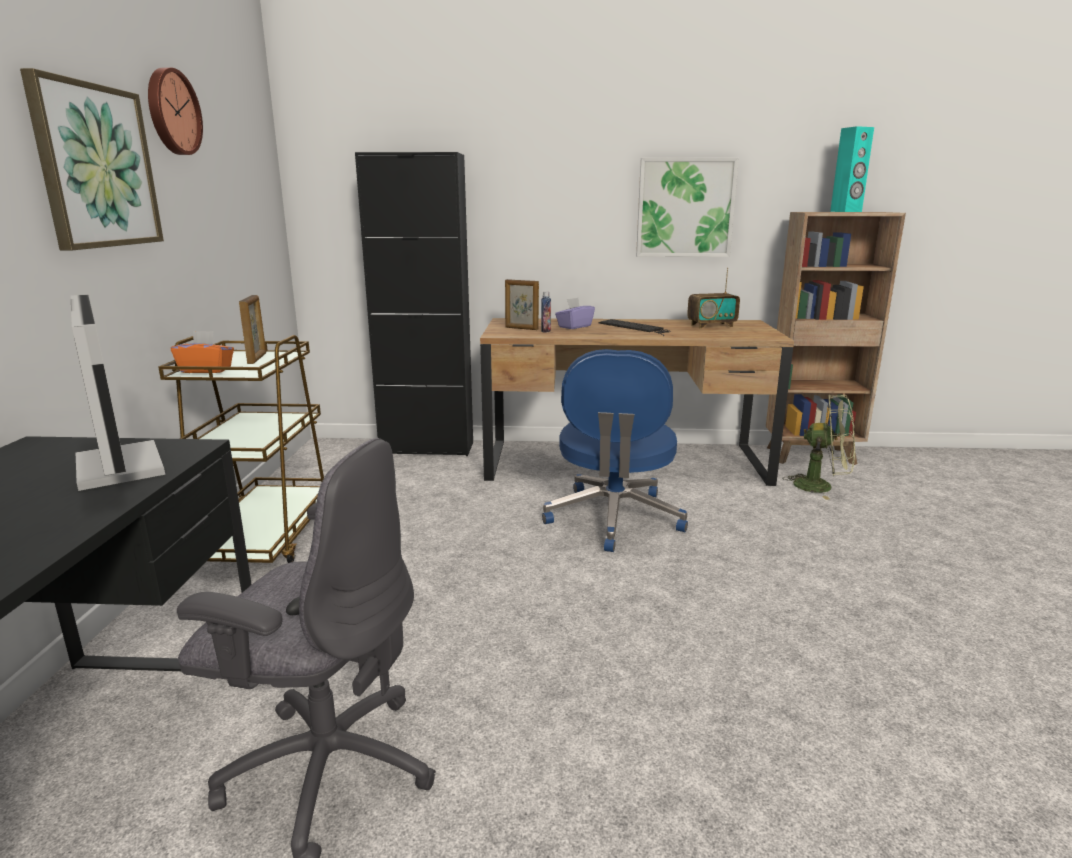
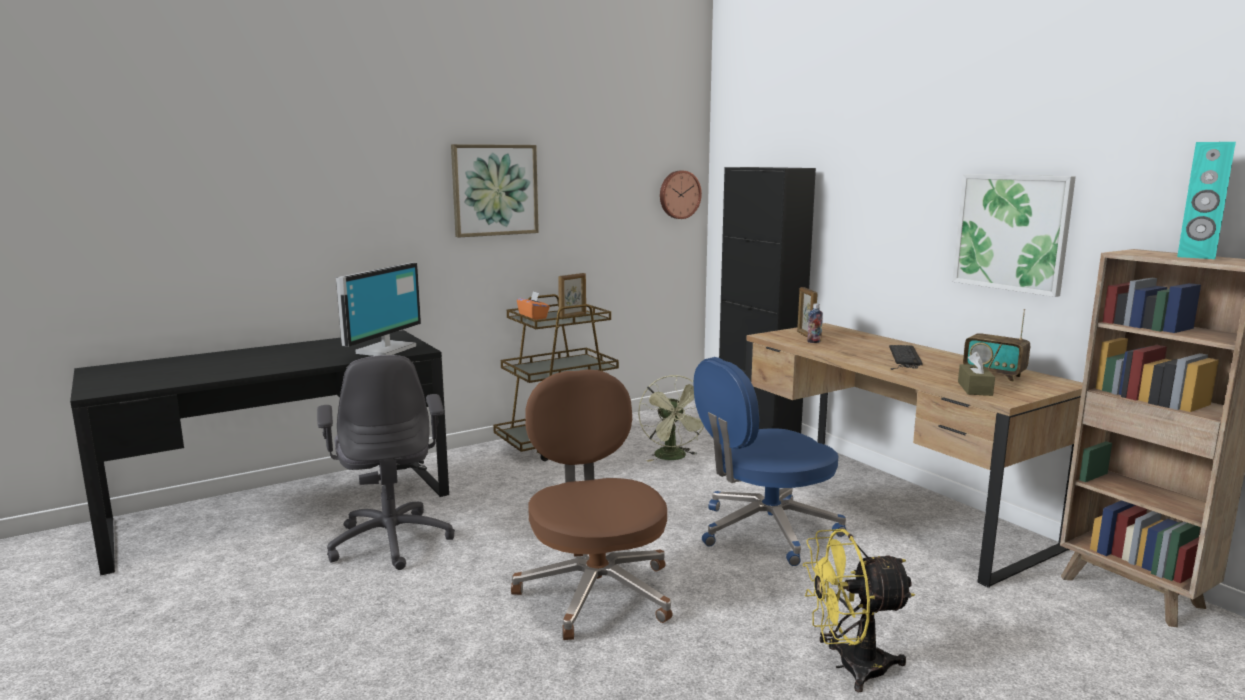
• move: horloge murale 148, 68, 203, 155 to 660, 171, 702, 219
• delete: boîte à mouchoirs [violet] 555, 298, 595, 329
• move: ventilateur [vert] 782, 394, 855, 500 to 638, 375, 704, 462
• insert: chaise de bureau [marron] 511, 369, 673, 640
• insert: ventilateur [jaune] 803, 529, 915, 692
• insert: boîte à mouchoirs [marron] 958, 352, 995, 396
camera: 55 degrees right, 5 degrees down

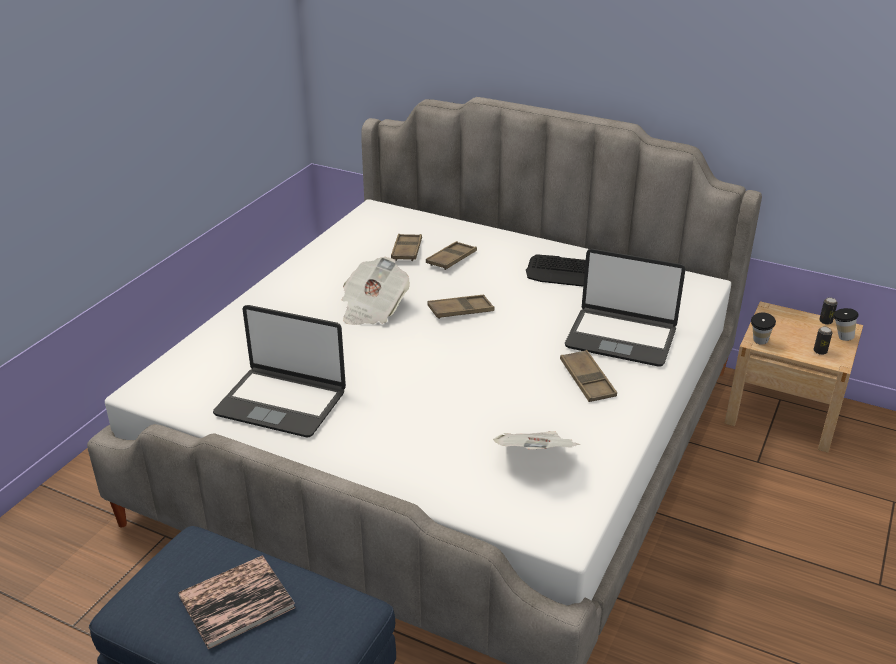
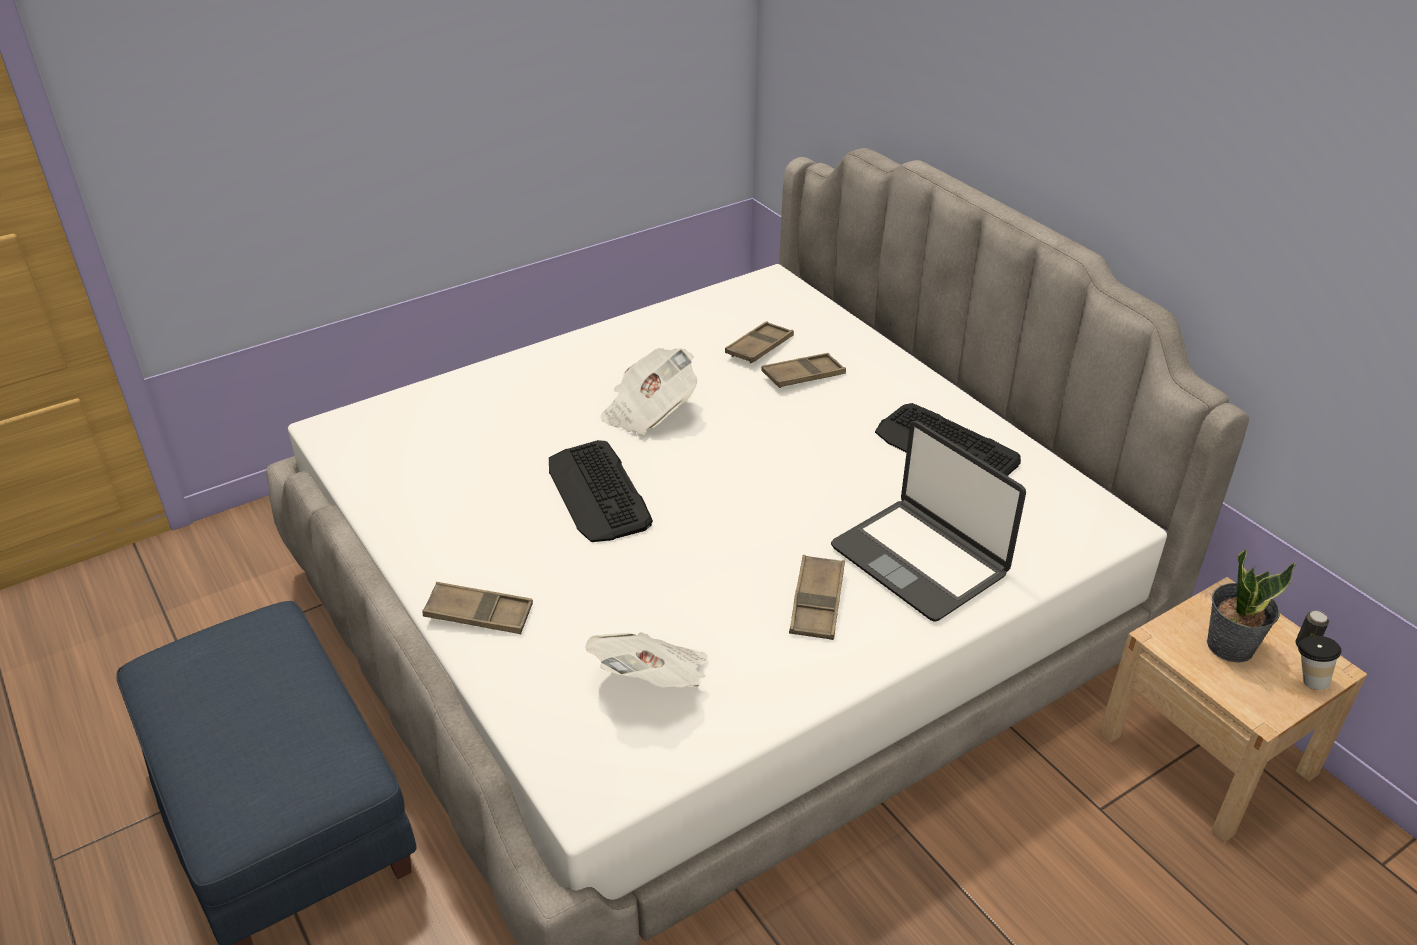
• delete: livre 178, 555, 295, 649
• delete: ordinateur portable 213, 305, 346, 437
• move: plateau [marron] 427, 295, 495, 319 to 422, 582, 533, 634
• delete: tasse 751, 312, 776, 345
• delete: boîte métallique 814, 327, 833, 355
• insert: clavier 549, 440, 653, 542
• insert: plante en pot 1207, 549, 1296, 663
camera: 30 degrees right, 5 degrees up

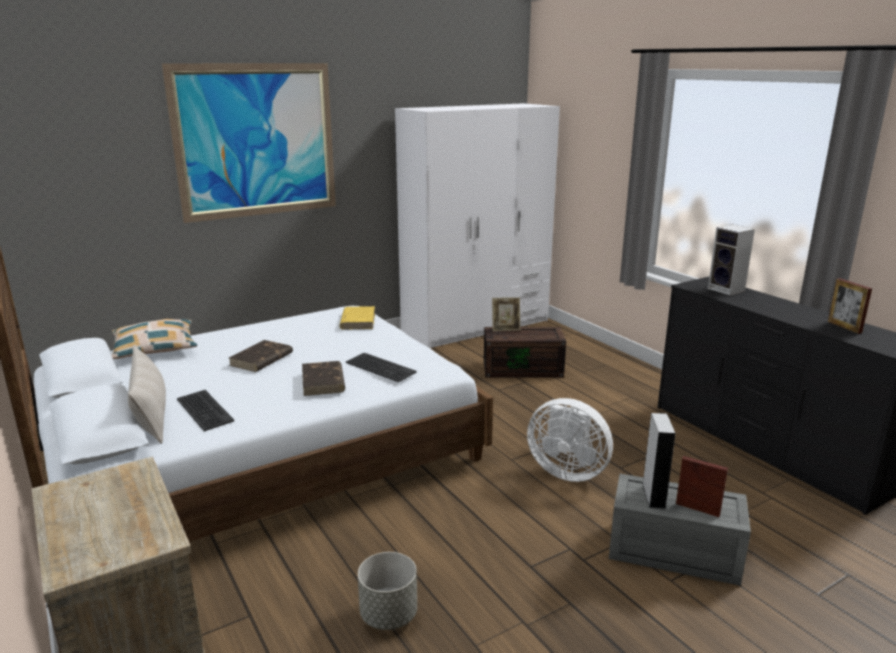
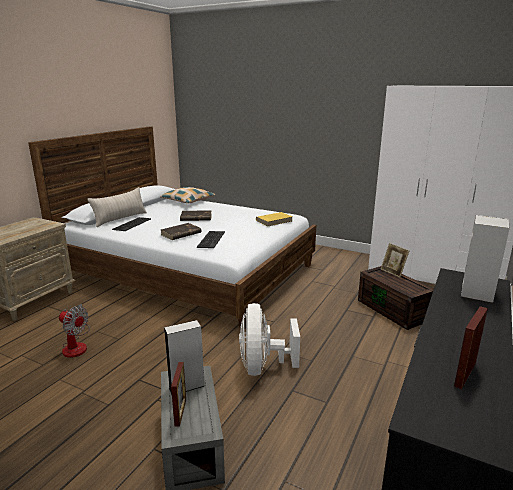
• delete: tableau 162, 63, 336, 223
• replace: cache-pot [gris] 358, 552, 417, 630 to ventilateur 59, 304, 90, 358
camera: 60 degrees right, 0 degrees up

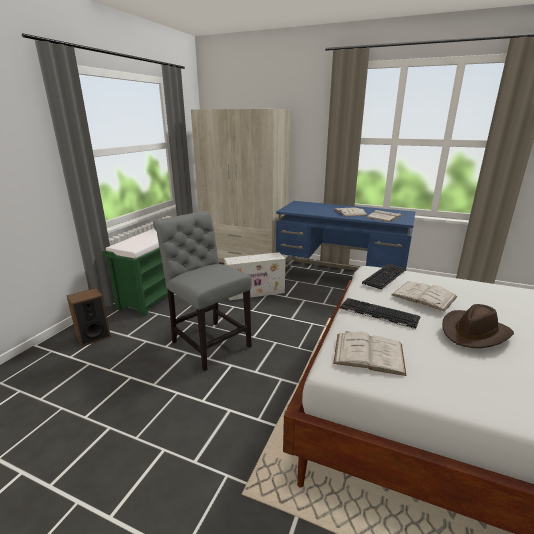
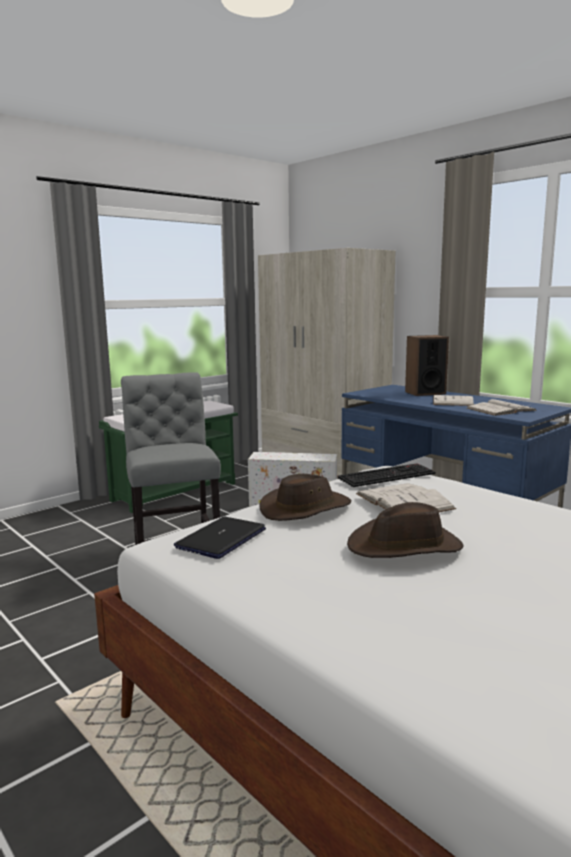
• move: enceinte 67, 288, 111, 347 to 405, 335, 449, 396
• replace: livre [blanc] 333, 331, 406, 376 to ordinateur portable 174, 517, 266, 559
• replace: clavier 340, 298, 421, 329 to chapeau [marron] 259, 474, 351, 521
camera: 25 degrees right, 10 degrees down

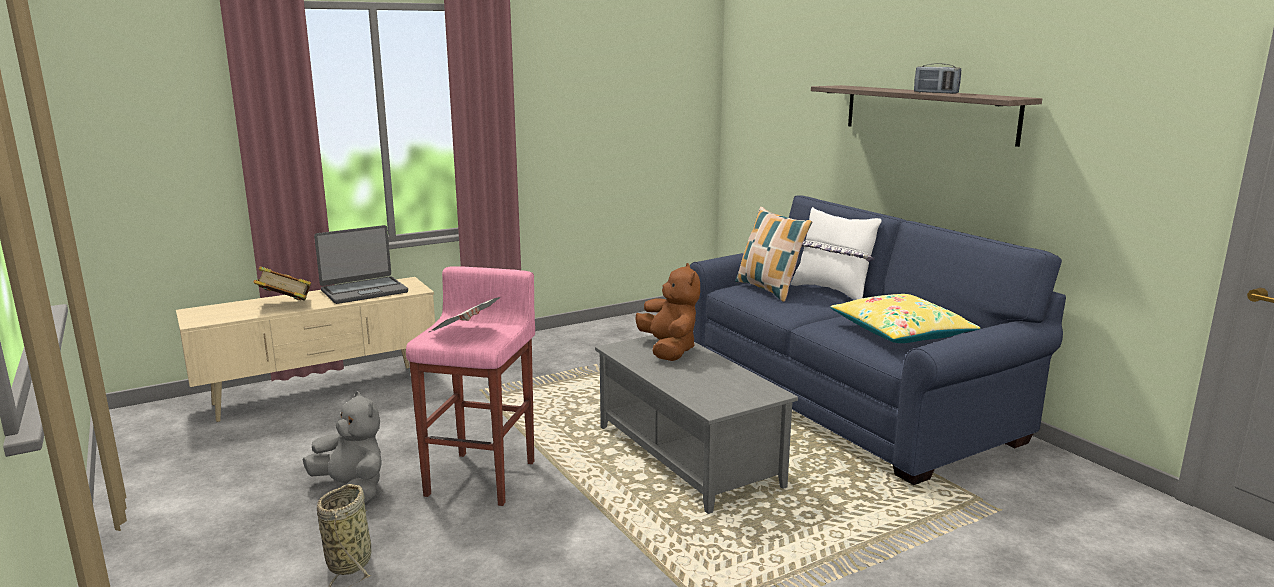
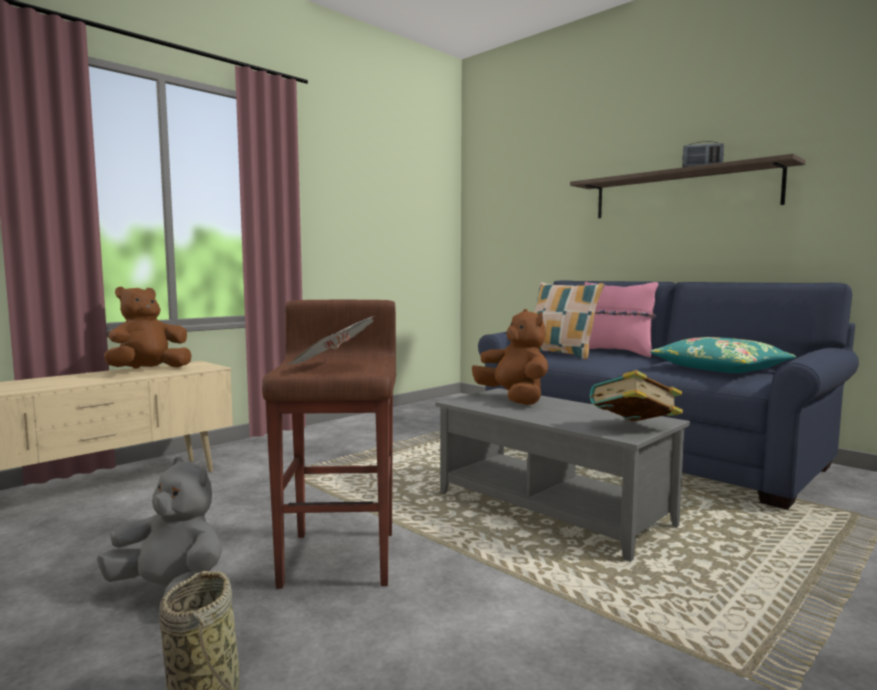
• move: livre 253, 266, 311, 301 to 590, 370, 683, 421
• replace: ordinateur portable 314, 225, 408, 304 to peluche [marron] 104, 287, 192, 368
• recolor: tabouret [rose] 406, 266, 535, 506 to tabouret [marron] 262, 300, 396, 589
• recolor: coussin [blanc] 791, 207, 882, 300 to coussin [rose] 584, 282, 658, 357
• recolor: coussin [jaune] 830, 294, 980, 343 to coussin [turquoise] 650, 337, 796, 373
camera: 15 degrees left, 10 degrees down

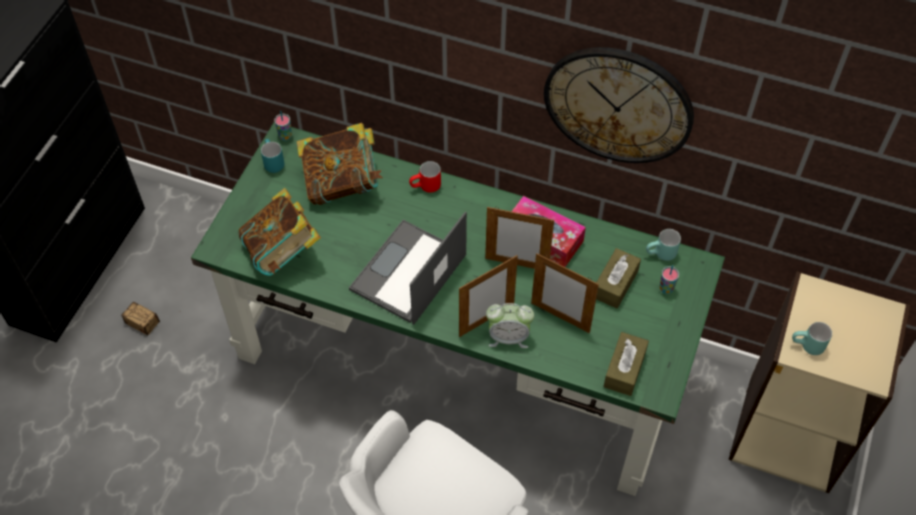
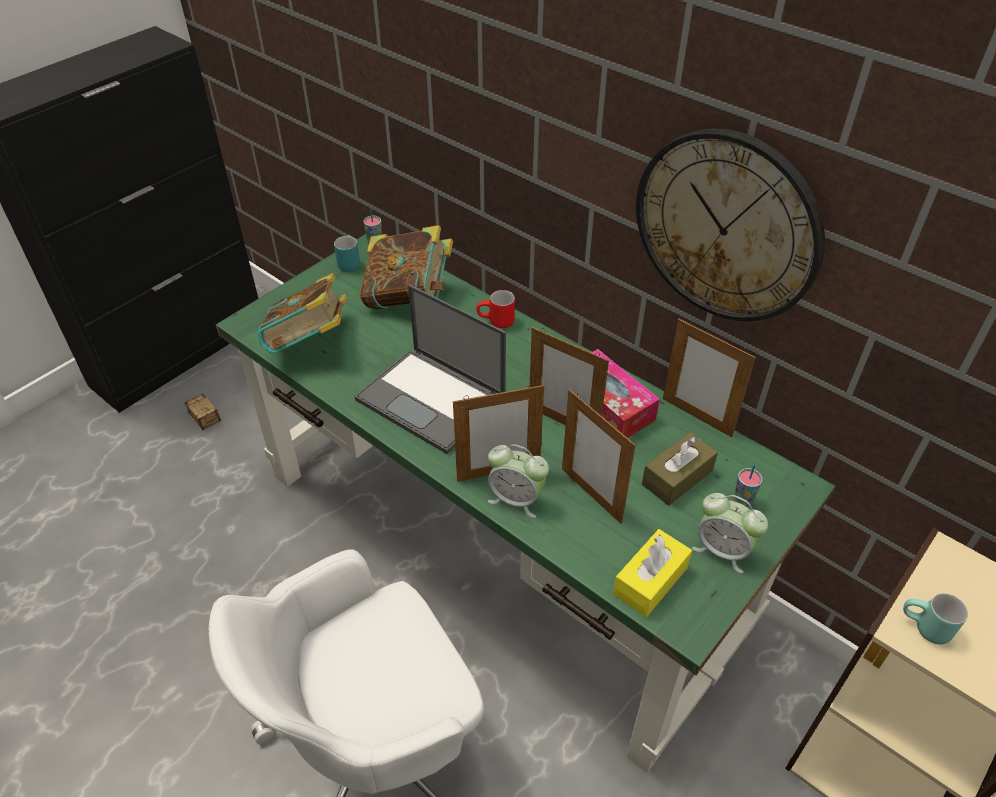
• rotate: ordinateur portable 349, 211, 467, 325 = 354, 284, 506, 454 105 degrees counterclockwise
• recolor: boîte à mouchoirs [marron] 603, 332, 649, 396 to boîte à mouchoirs [jaune] 613, 529, 692, 617
• delete: mug [turquoise] 646, 229, 681, 261
• insert: cadre photo 663, 319, 756, 437
• insert: réveil 692, 493, 768, 573
camera: 20 degrees right, 10 degrees down

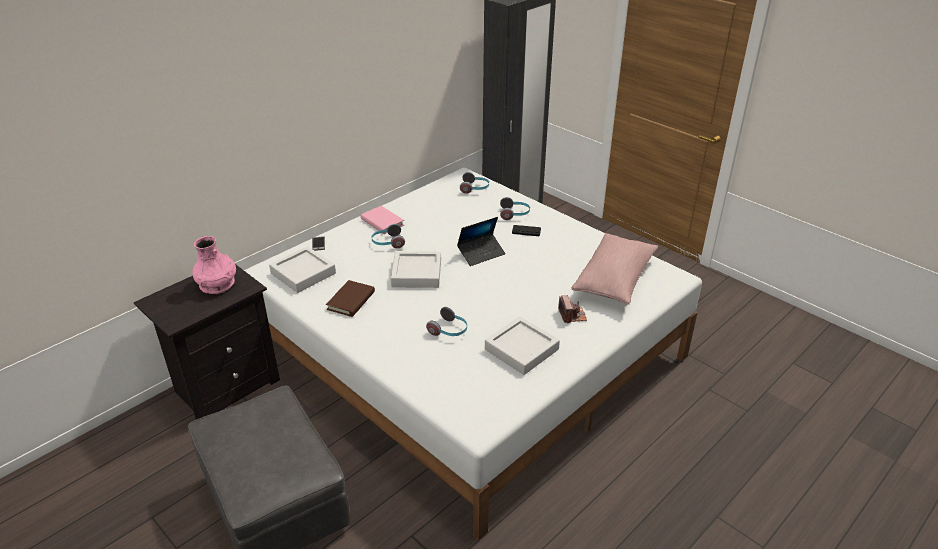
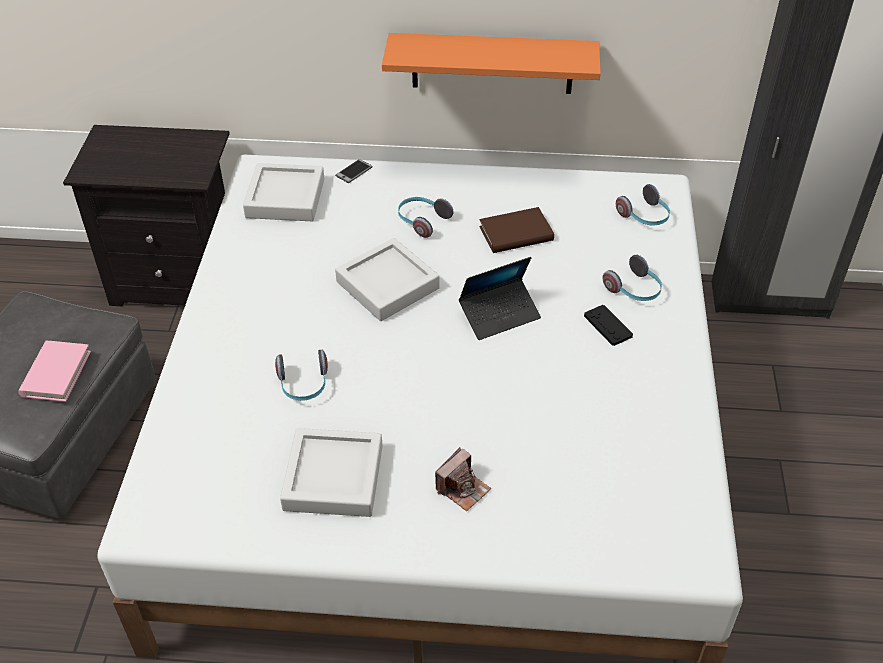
• delete: vase [rose] 192, 236, 236, 294
• move: livre [marron] 326, 280, 375, 317 to 479, 207, 554, 253
• move: livre [rose] 361, 206, 404, 234 to 18, 341, 91, 402
• rotate: ordinateur portable 457, 217, 506, 266 = 459, 257, 541, 340 45 degrees counterclockwise
• delete: coussin [rose] 571, 233, 658, 305
• insert: étagère [orange] 382, 33, 601, 94
camera: 50 degrees right, 10 degrees up

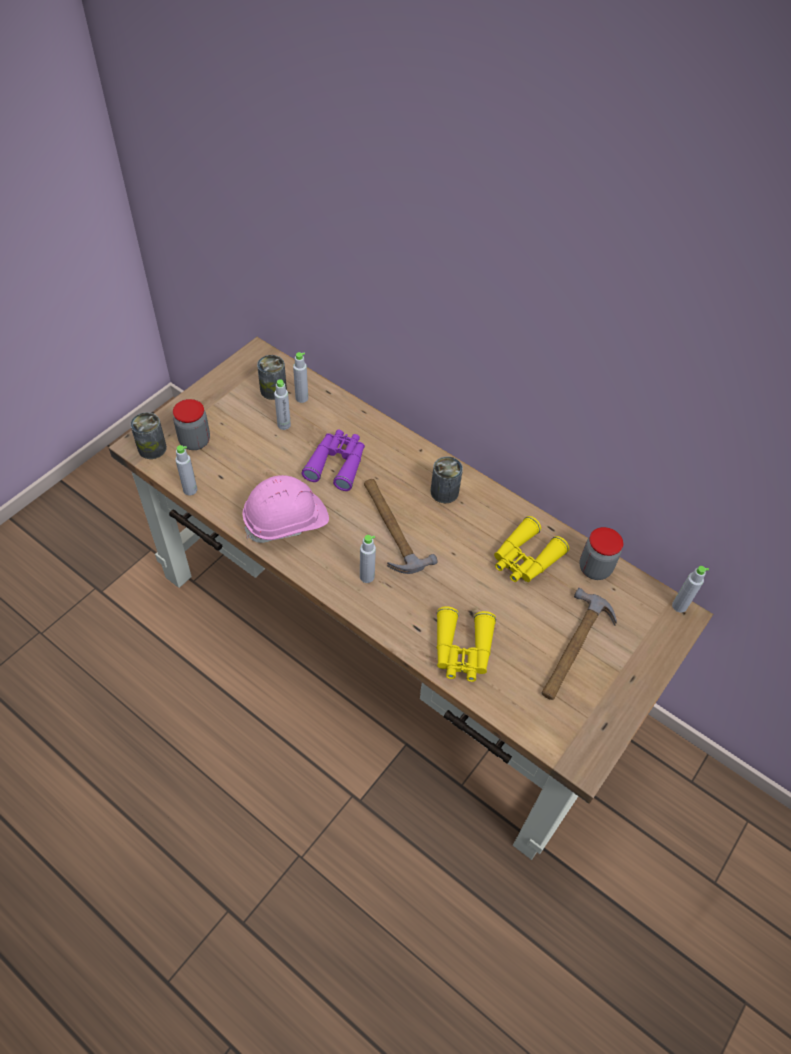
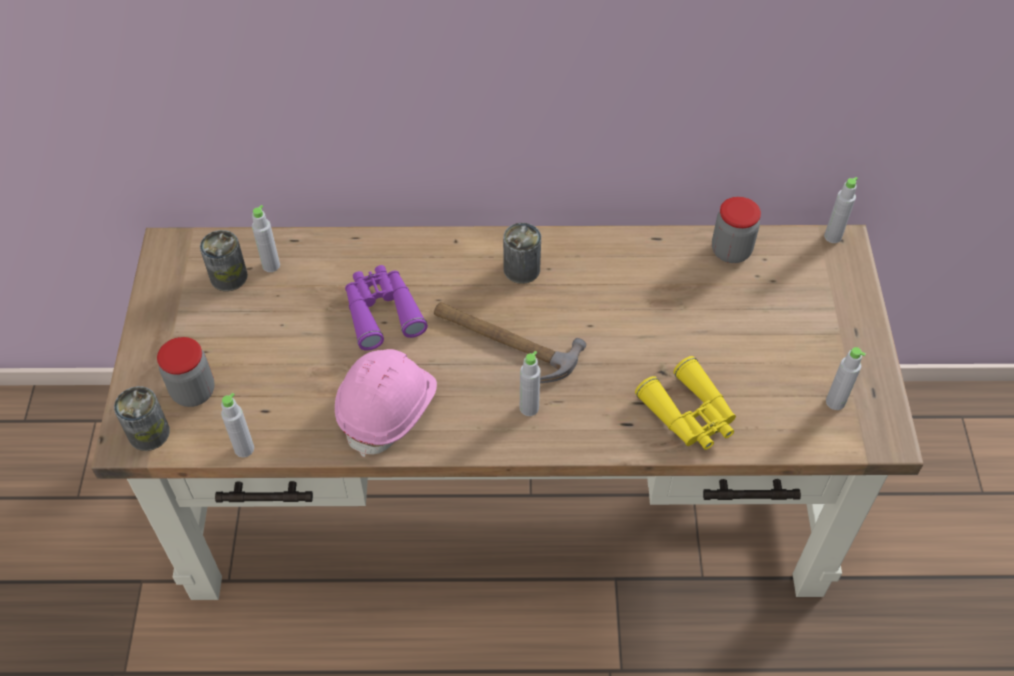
• move: bouteille [gris] 274, 379, 291, 430 to 826, 347, 866, 410
• delete: jumelles [jaune] 494, 516, 569, 582
• delete: marteau 542, 588, 617, 700
camera: 35 degrees left, 0 degrees up

